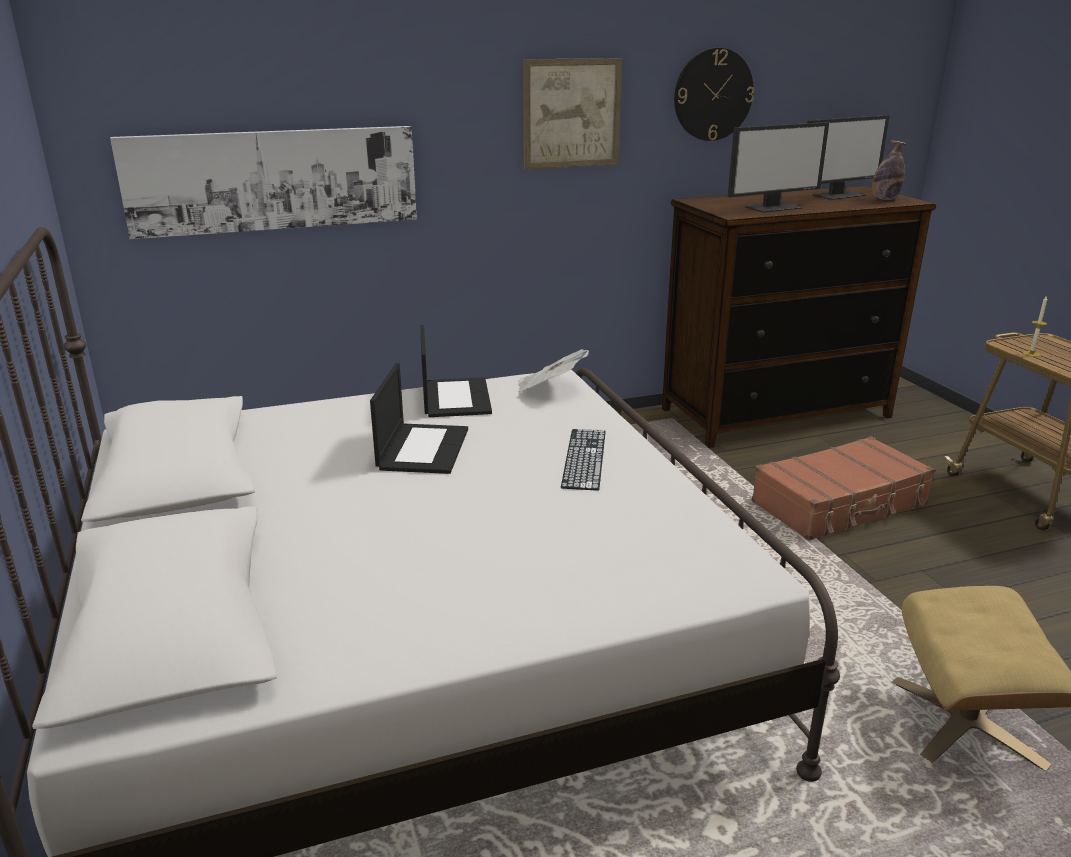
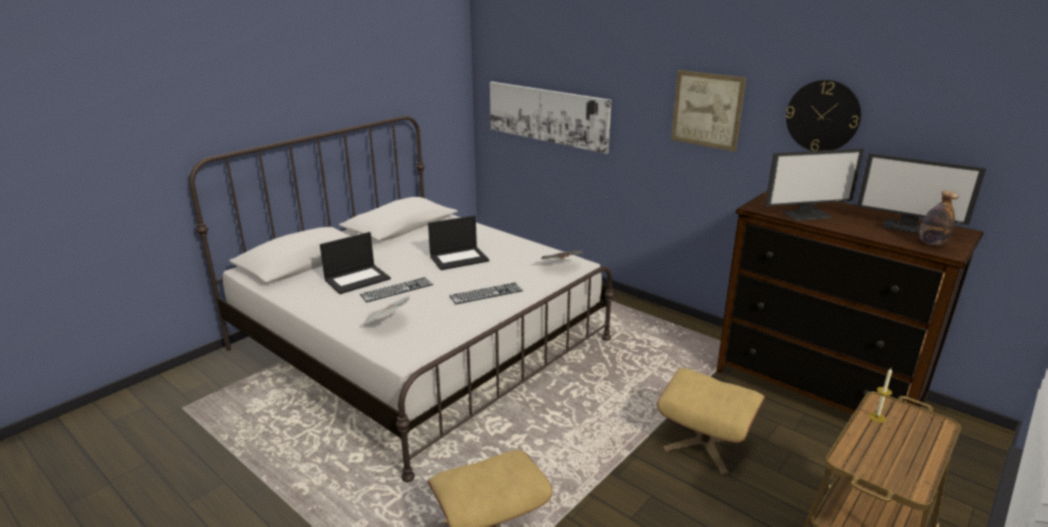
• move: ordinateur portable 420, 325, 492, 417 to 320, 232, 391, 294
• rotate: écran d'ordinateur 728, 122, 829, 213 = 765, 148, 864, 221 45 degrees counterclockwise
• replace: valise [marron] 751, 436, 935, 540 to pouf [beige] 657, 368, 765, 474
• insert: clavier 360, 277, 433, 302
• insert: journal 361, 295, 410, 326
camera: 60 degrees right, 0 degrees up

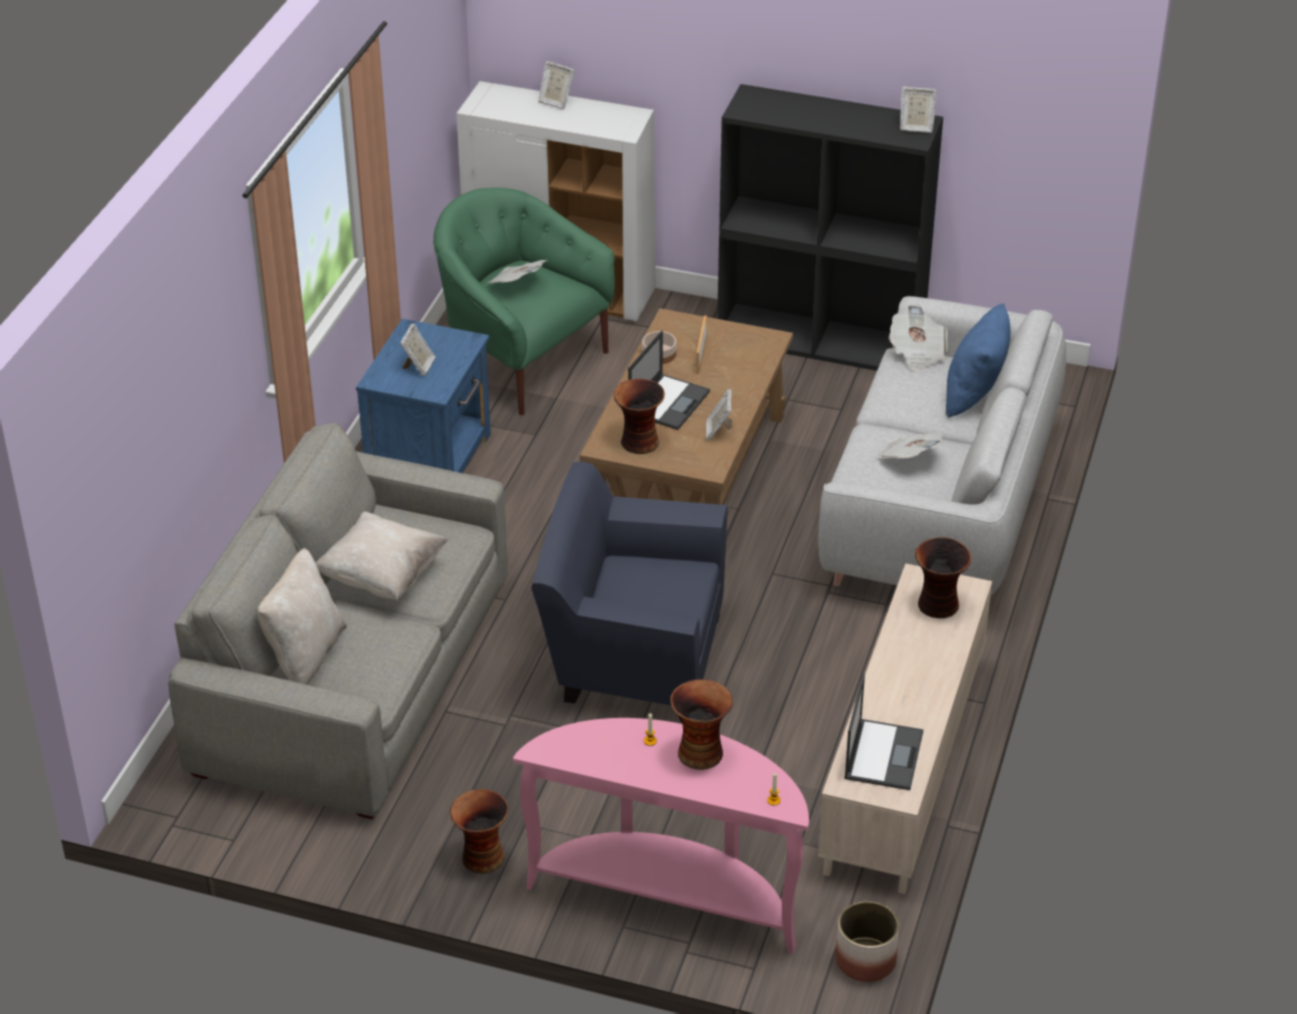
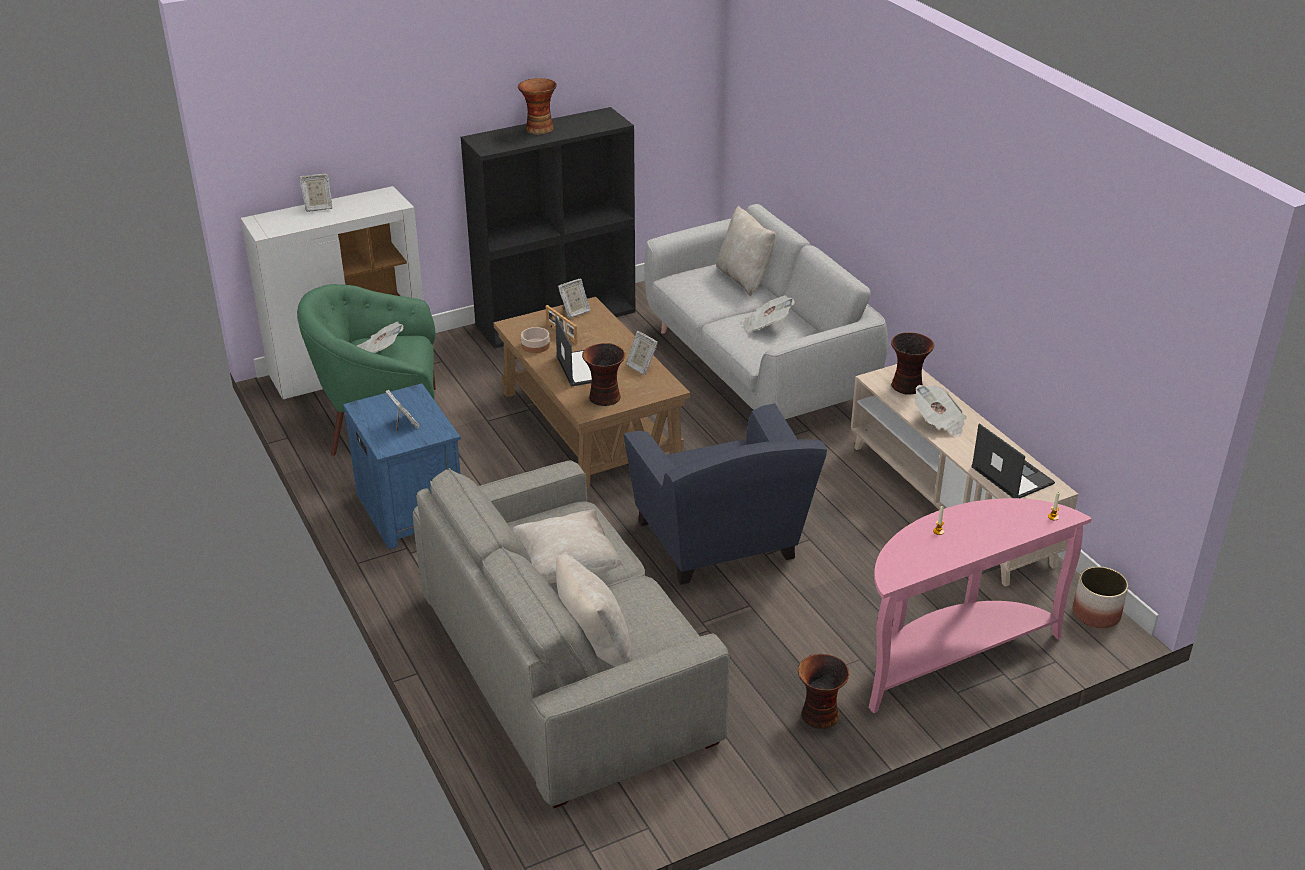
• rotate: fauteuil [bleu] 531, 461, 728, 723 = 624, 403, 827, 585 75 degrees counterclockwise
• move: vase 671, 679, 733, 770 to 518, 78, 557, 135
• move: journal 889, 304, 948, 371 to 915, 385, 966, 437
• move: cadre photo 900, 87, 937, 133 to 558, 279, 591, 318
• recolor: coussin [bleu] 946, 303, 1010, 418 to coussin [beige] 716, 206, 776, 296
camera: 45 degrees left, 5 degrees down

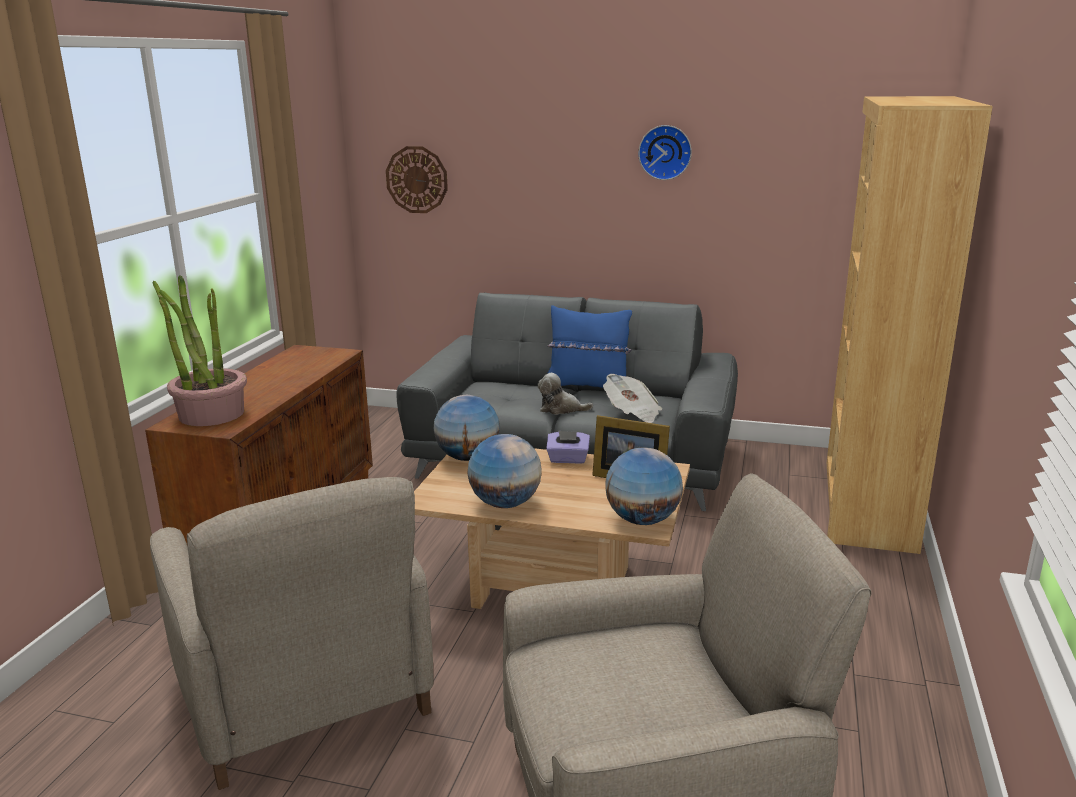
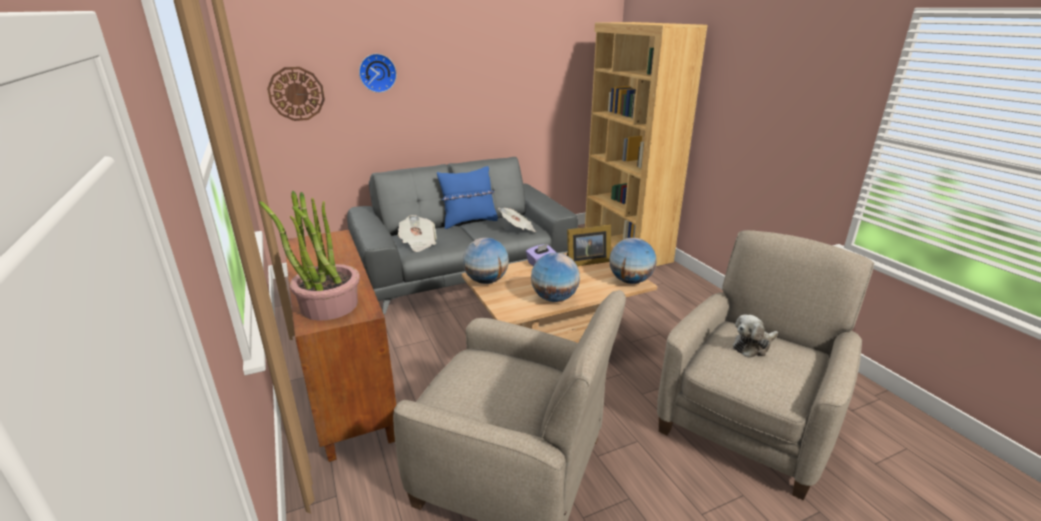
• move: peluche 538, 373, 593, 415 to 733, 314, 778, 358
• move: horloge murale 638, 125, 692, 180 to 359, 54, 397, 93
• insert: journal 398, 215, 436, 252
camera: 40 degrees left, 5 degrees up

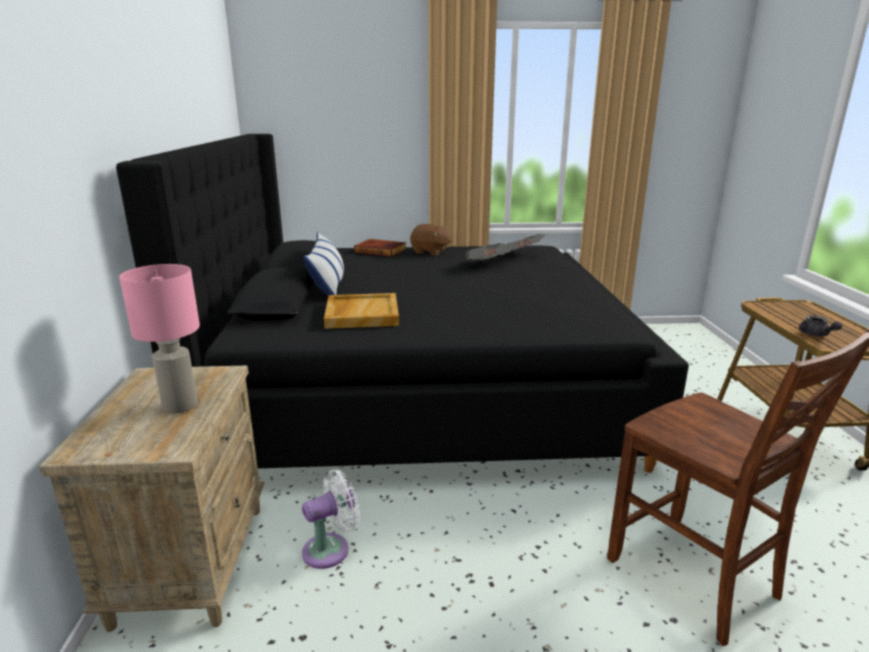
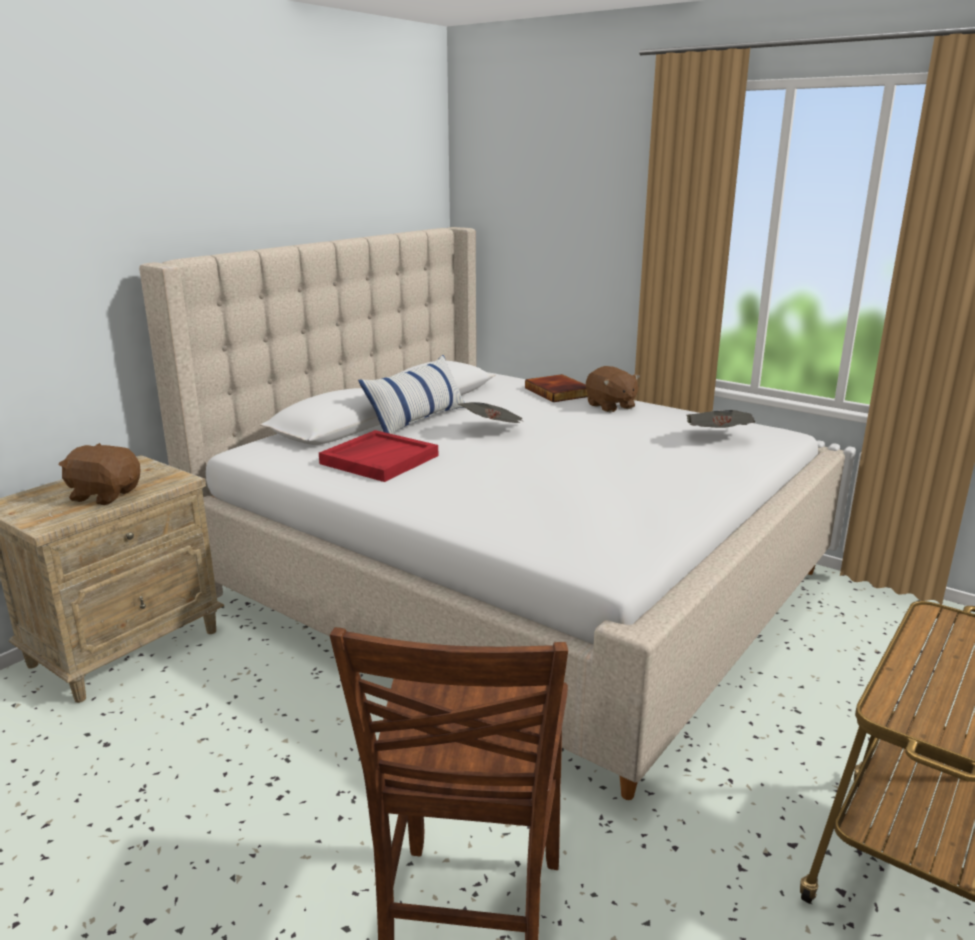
• recolor: lit [noir] 116, 134, 689, 473 to lit [beige] 139, 227, 845, 800
• replace: lampe de table [rose] 119, 264, 200, 413 to peluche [marron] 59, 443, 141, 505
• delete: ventilateur [blanc] 302, 469, 360, 569
• recolor: plateau [beige] 324, 293, 399, 329 to plateau [rouge] 319, 430, 438, 482
• move: journal 466, 243, 511, 260 to 458, 402, 522, 423
• delete: théière [gris] 799, 315, 843, 337
camera: 40 degrees right, 0 degrees up

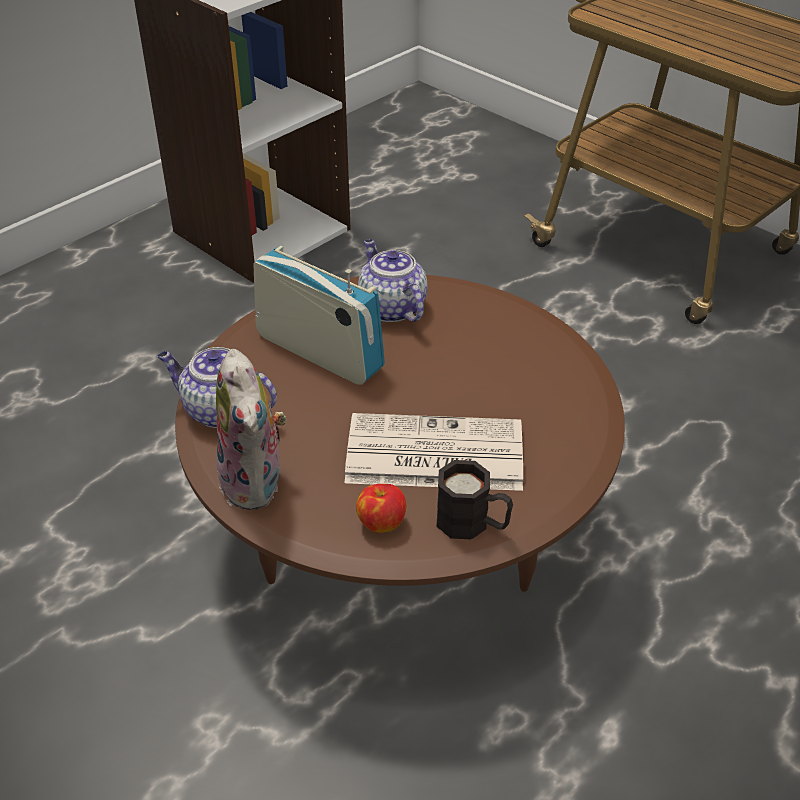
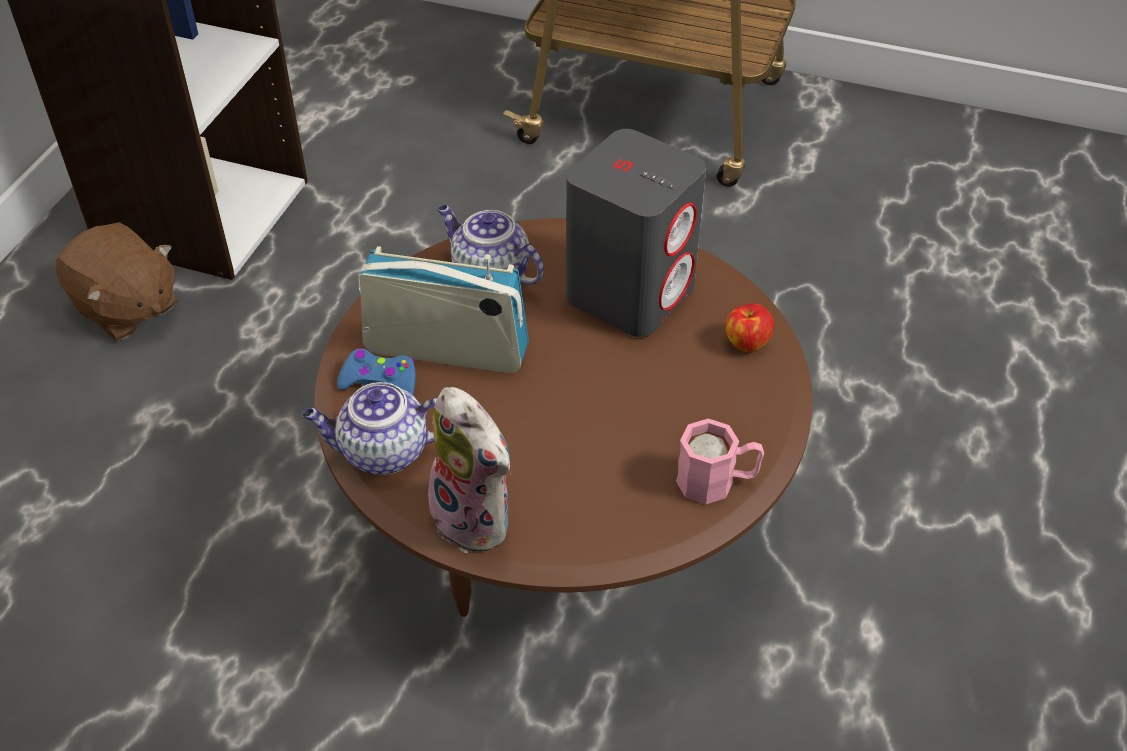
• delete: journal 345, 413, 523, 491
• move: pomme 356, 484, 406, 533 to 725, 303, 774, 352
• recolor: mug [noir] 436, 460, 513, 540 to mug [rose] 676, 419, 764, 504
• insert: peluche [marron] 56, 222, 178, 341
• insert: manette [bleu] 337, 348, 416, 395
• insert: enceinte [gris] 566, 129, 706, 337
camera: 25 degrees left, 5 degrees up

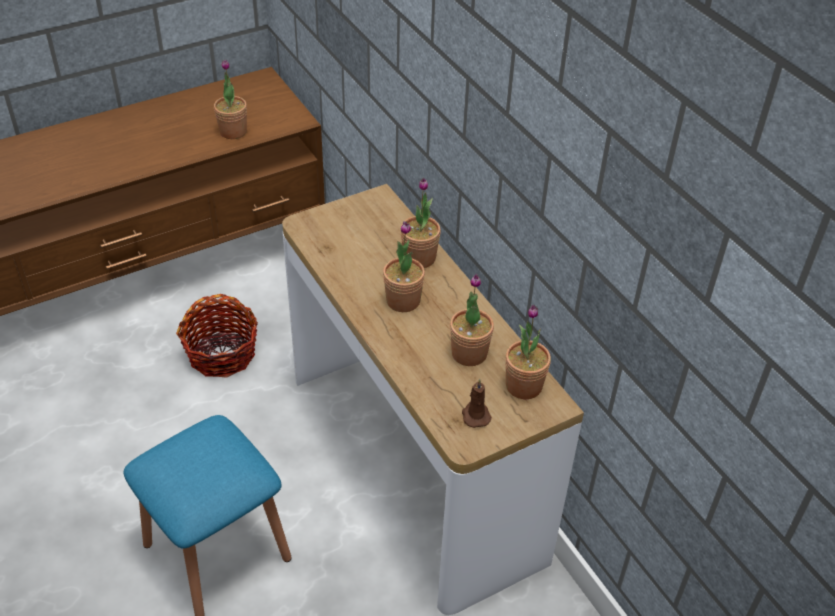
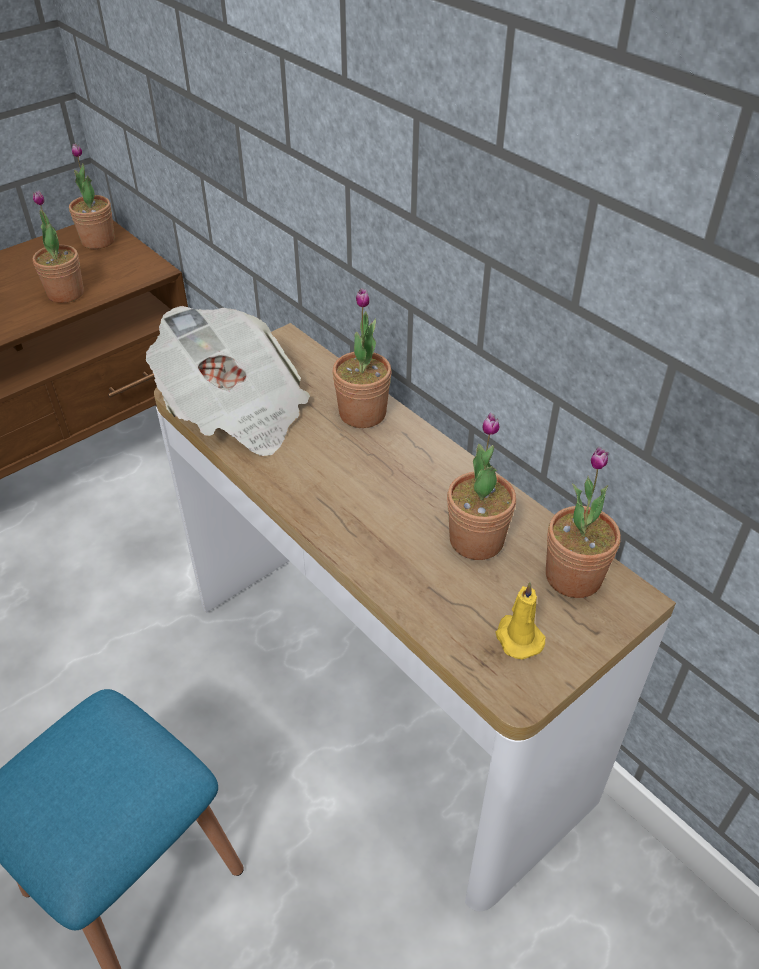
• delete: panier 176, 294, 258, 378
• move: plante en pot 383, 221, 425, 312 to 69, 143, 115, 249
• recolor: bougie [marron] 462, 379, 492, 428 to bougie [jaune] 496, 582, 546, 660
• insert: journal 146, 306, 310, 456
camera: 10 degrees left, 0 degrees up

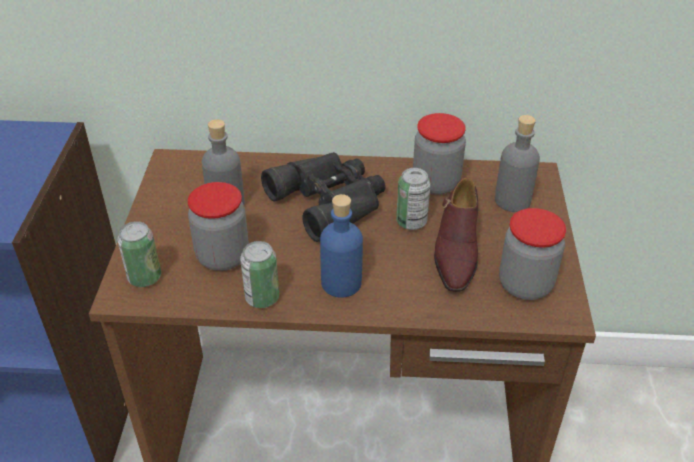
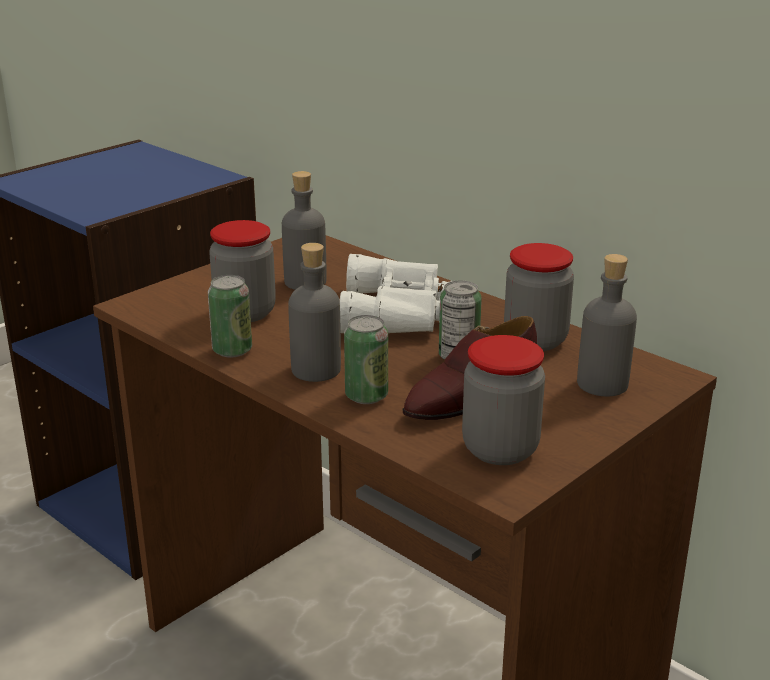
• move: boîte métallique 117, 221, 161, 287 to 344, 315, 388, 404
• recolor: jumelles [noir] 261, 152, 385, 242 to jumelles [blanc] 340, 254, 452, 333
• recolor: bouteille [bleu] 320, 194, 363, 298 to bouteille [gris] 288, 243, 341, 382
camera: 40 degrees right, 15 degrees down

